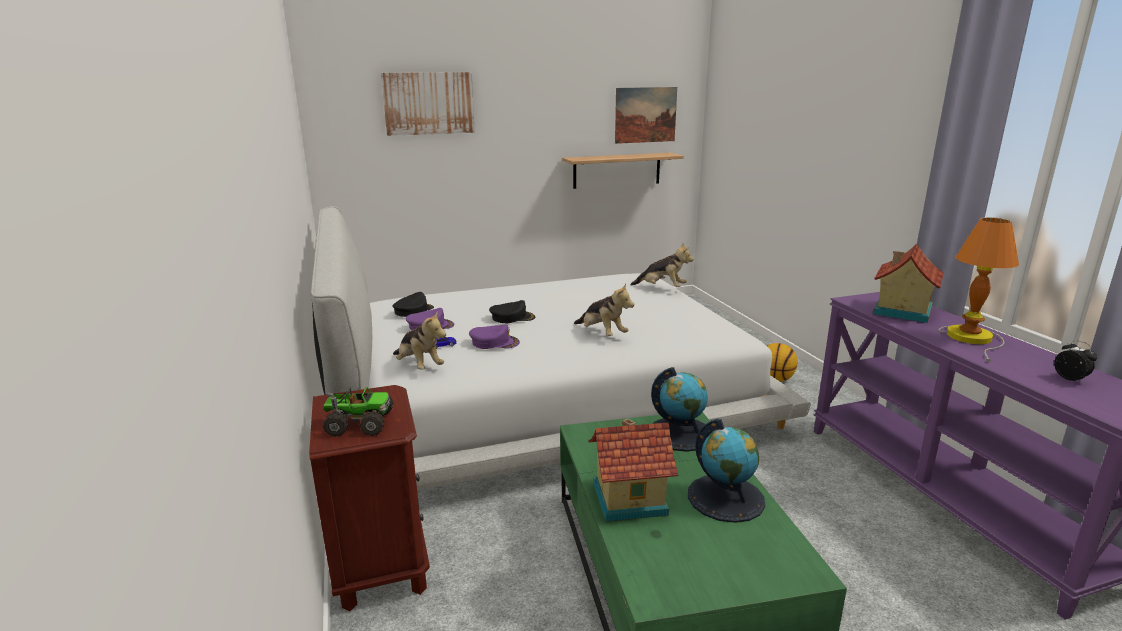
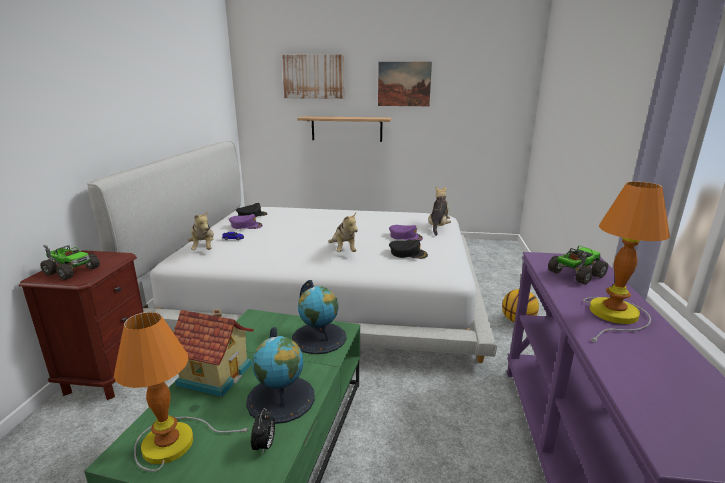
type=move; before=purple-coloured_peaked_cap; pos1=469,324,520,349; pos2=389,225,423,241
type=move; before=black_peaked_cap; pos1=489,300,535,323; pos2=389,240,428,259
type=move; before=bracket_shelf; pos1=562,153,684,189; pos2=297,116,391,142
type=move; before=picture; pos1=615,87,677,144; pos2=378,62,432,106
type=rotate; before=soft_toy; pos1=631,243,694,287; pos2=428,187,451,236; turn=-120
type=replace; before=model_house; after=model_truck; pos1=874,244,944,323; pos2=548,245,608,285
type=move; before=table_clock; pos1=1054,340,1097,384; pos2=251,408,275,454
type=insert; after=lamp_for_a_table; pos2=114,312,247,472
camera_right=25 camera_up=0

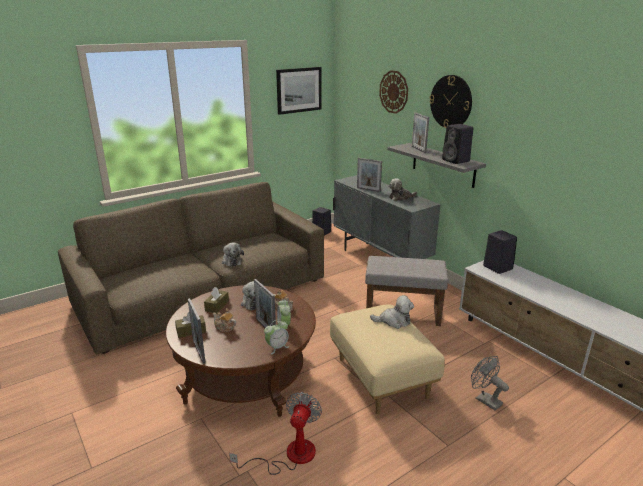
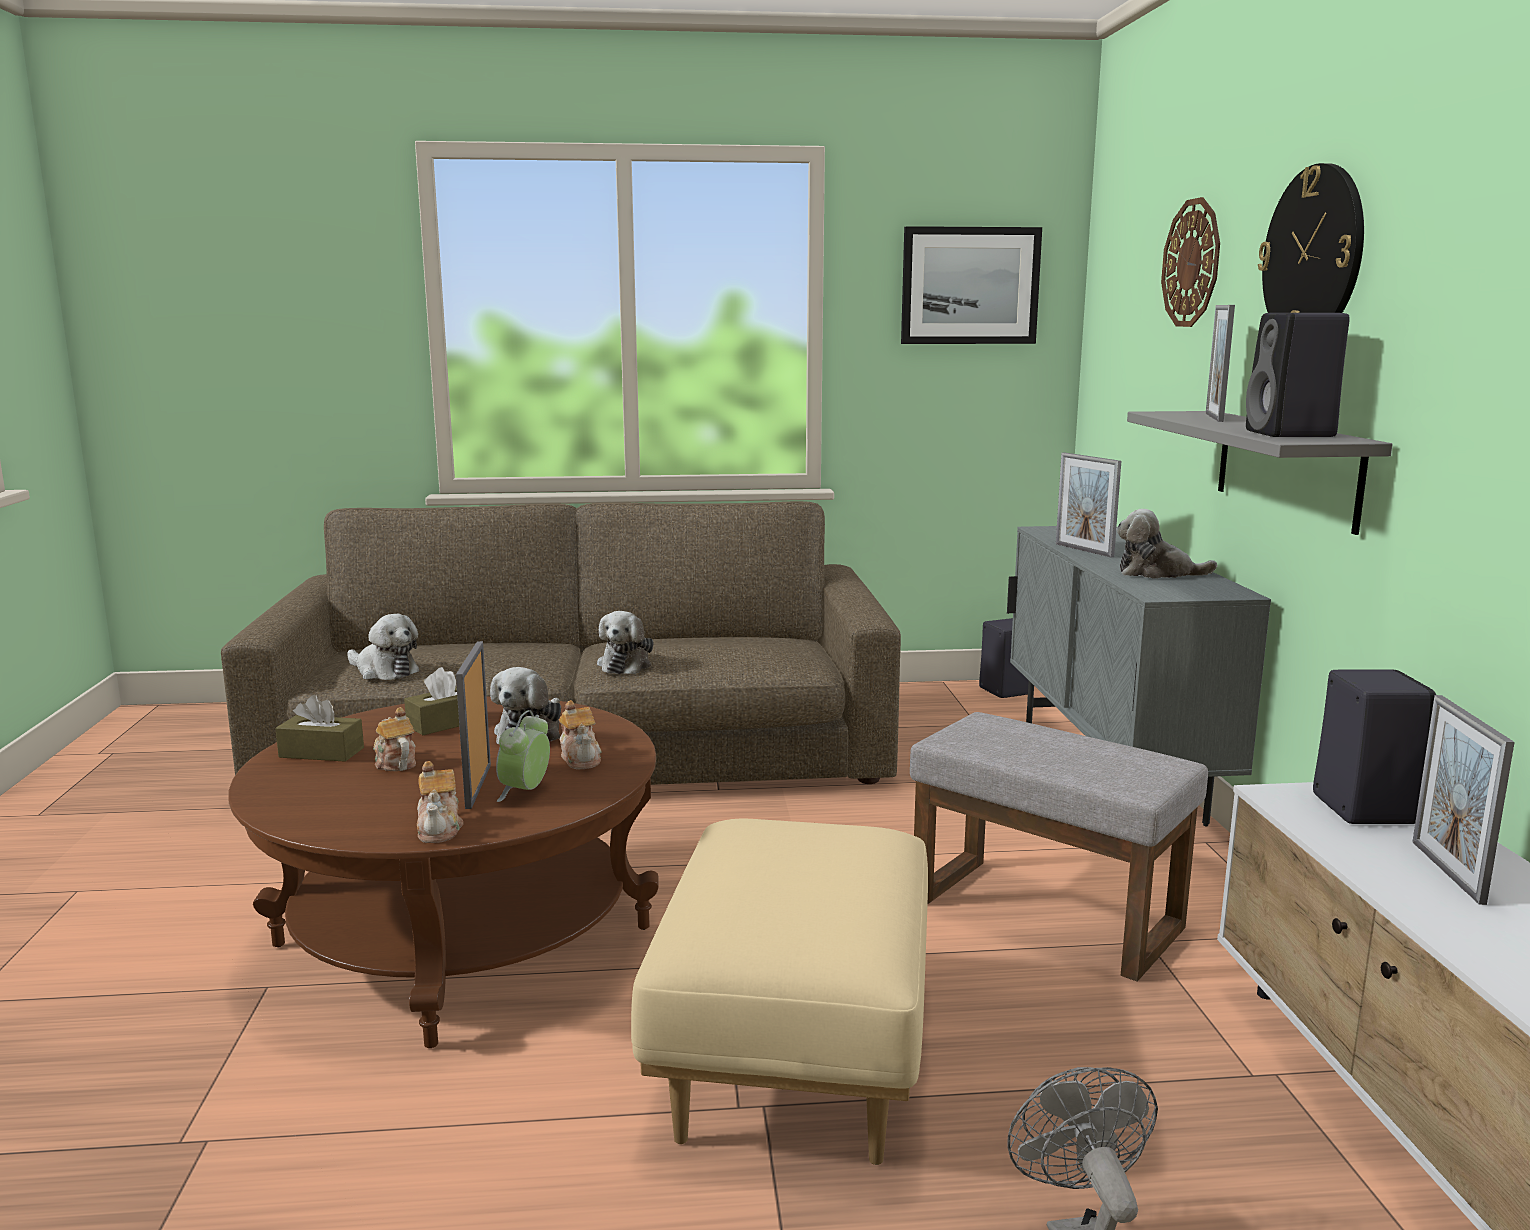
type=move; before=photo_frame; pos1=188,298,206,364; pos2=1412,695,1515,905
type=delete; before=electric_fan; pos1=229,392,322,475
type=replace; before=table_clock; after=teapot; pos1=264,320,289,354; pos2=417,761,463,843
type=move; before=soft_toy; pos1=370,295,414,329; pos2=347,614,419,680
camera_right=30 camera_up=-10

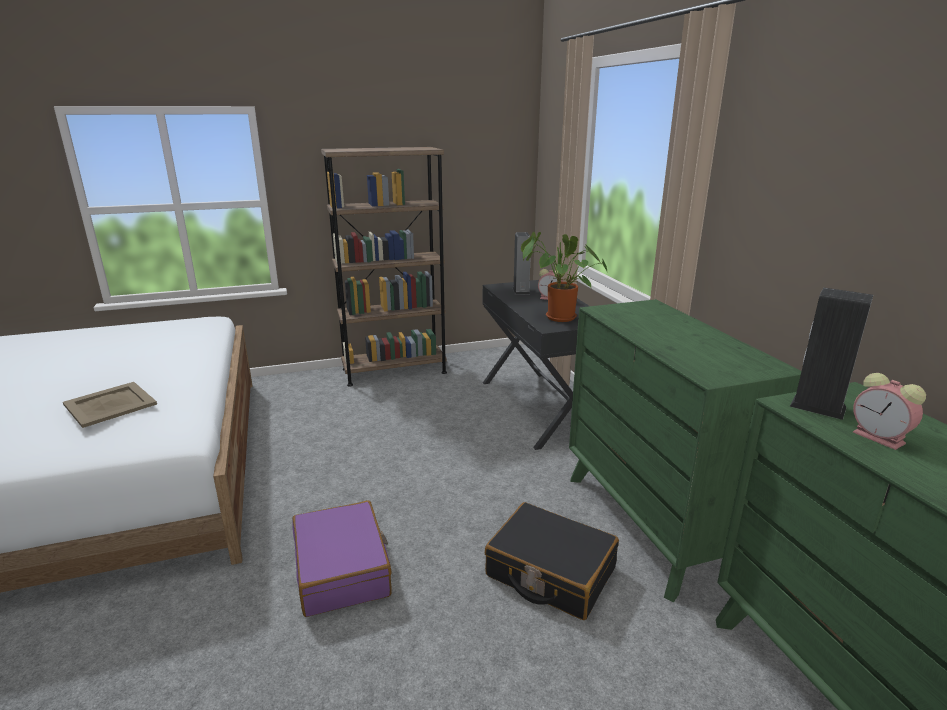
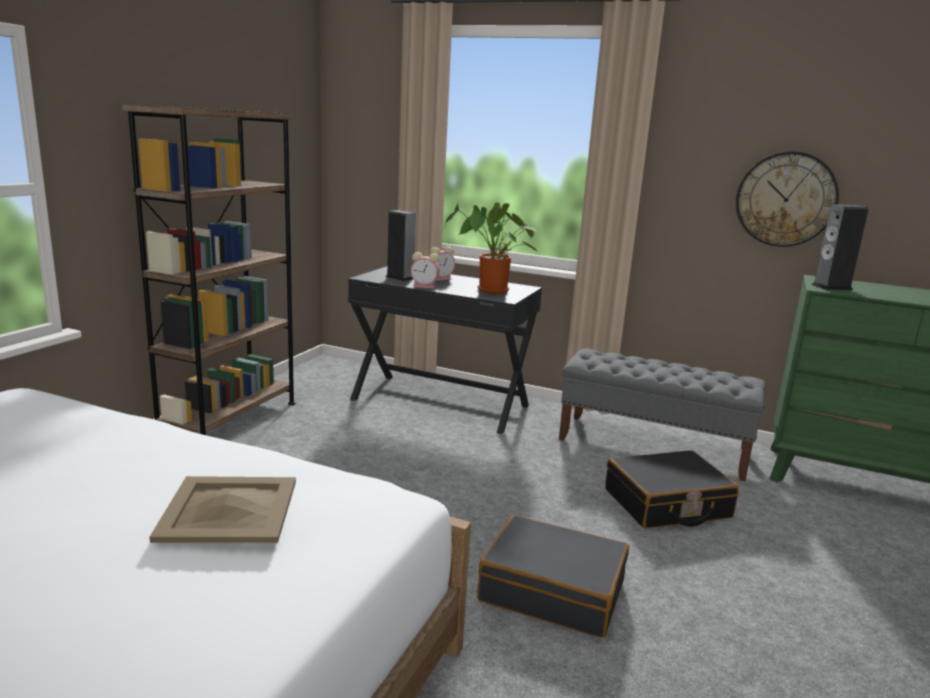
type=recolor; before=purple-coloured_suitcase; after=black_suitcase; pos1=292,501,392,617; pos2=477,515,629,638
type=replace; before=greenish_dresser; after=grey_long_seat; pos1=569,299,802,602; pos2=559,349,765,481
type=move; before=table_clock; pos1=853,373,926,450; pos2=411,252,440,289
type=insert; after=wall_clock; pos2=736,151,839,247
camera_right=-50 camera_up=-5

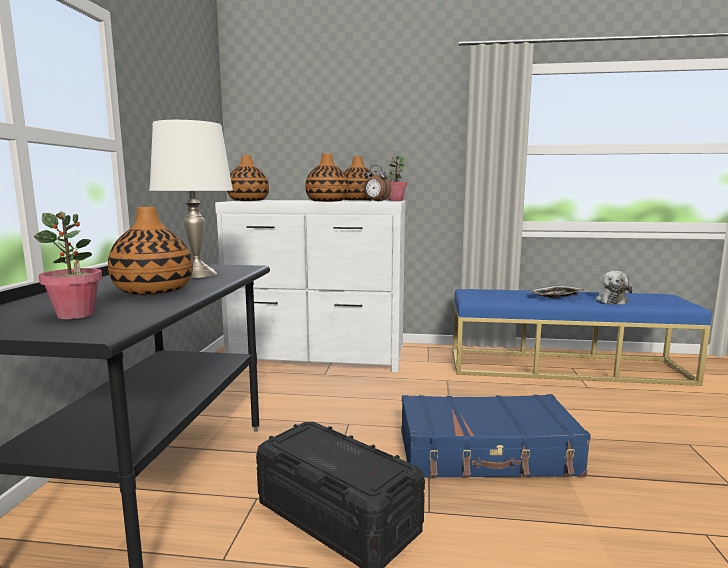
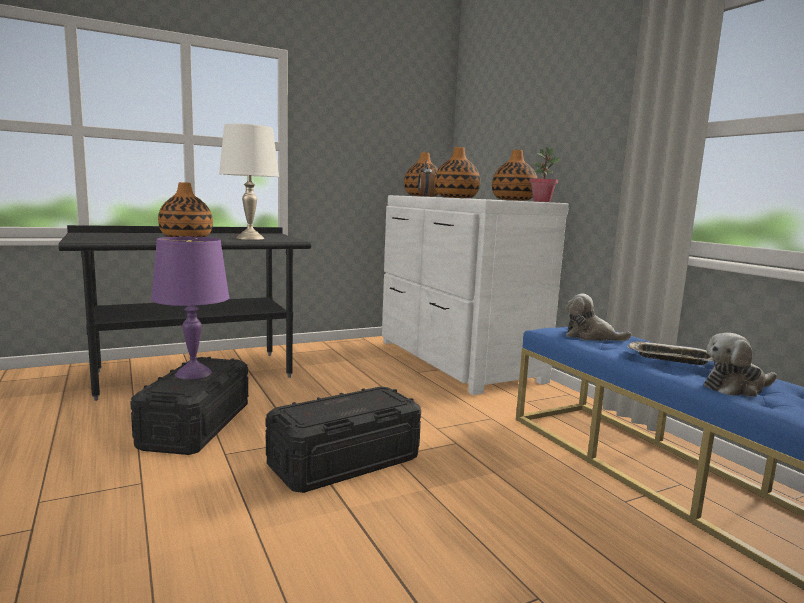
type=delete; before=plant_in_a_pot; pos1=34,211,102,319
type=move; before=table_clock; pos1=364,165,391,201; pos2=418,160,435,197
type=replace; before=blue-coloured_suitcase; after=black_storage_box; pos1=401,394,591,478; pos2=265,387,421,493
type=insert; after=purple-coloured_lamp_for_a_table; pos2=151,237,230,379
type=insert; after=soft_toy; pos2=565,294,632,341
camera_right=55 camera_up=0

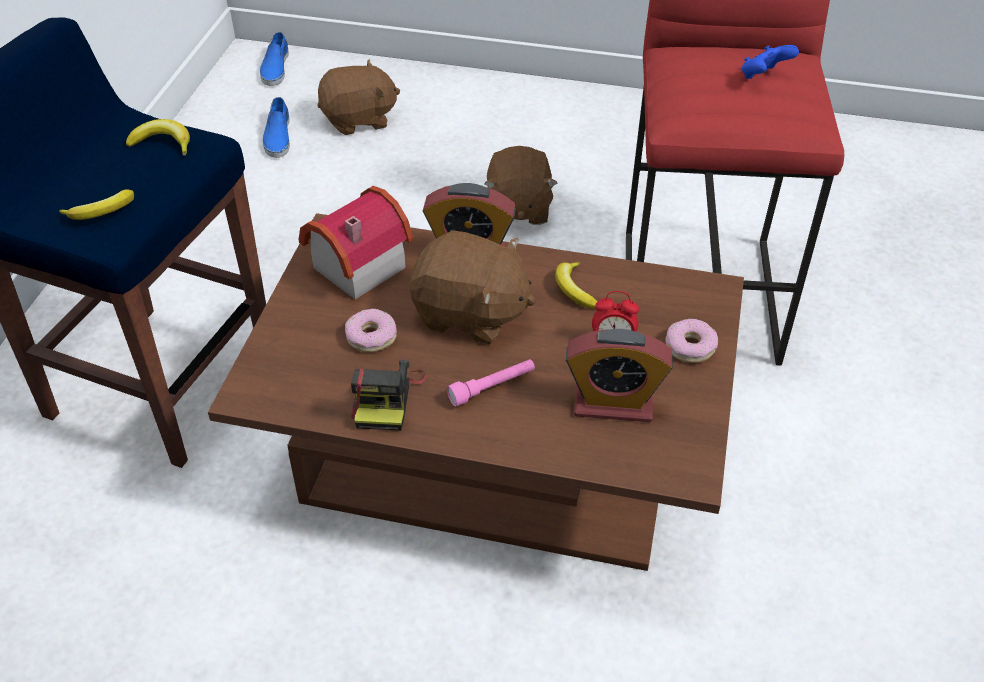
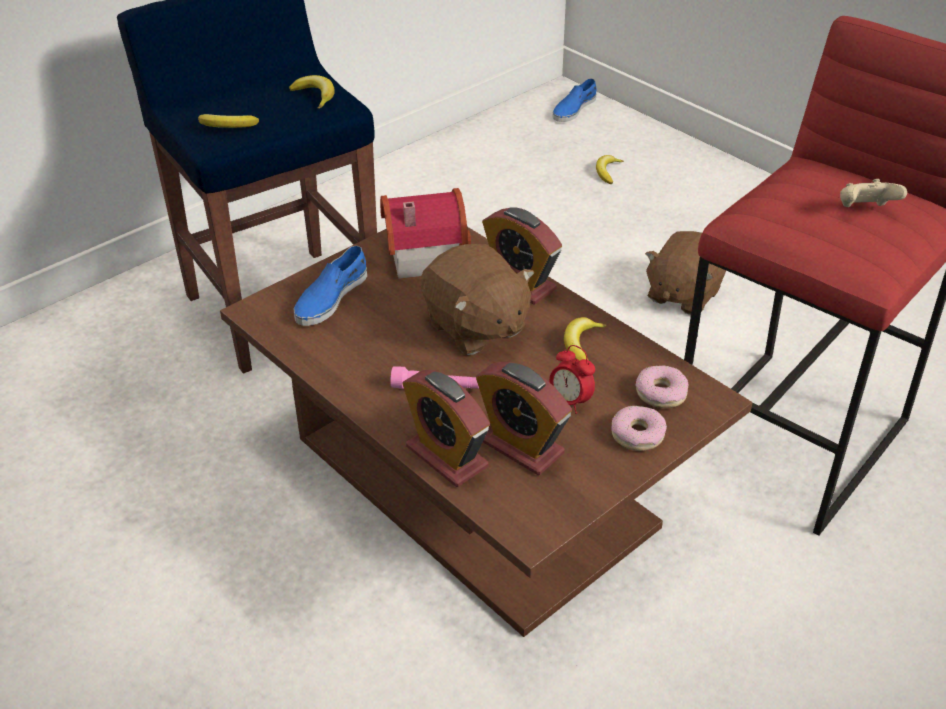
type=move; before=blue-coloured_item_of_footwear; pos1=263,97,290,158; pos2=294,246,367,326
type=replace; before=brownish_soft_toy; after=whole_banana; pos1=318,59,400,135; pos2=596,155,624,184
type=move; before=doughnut; pos1=345,309,397,352; pos2=636,366,688,408
type=delete; before=photo_camera; pos1=351,360,427,431
type=recolor; before=blue-coloured_game_controller; after=beige-coloured_game_controller; pos1=741,45,799,79; pos2=840,179,907,207
type=insert; after=table_clock; pos2=403,370,490,487
camera_right=35 camera_up=-5

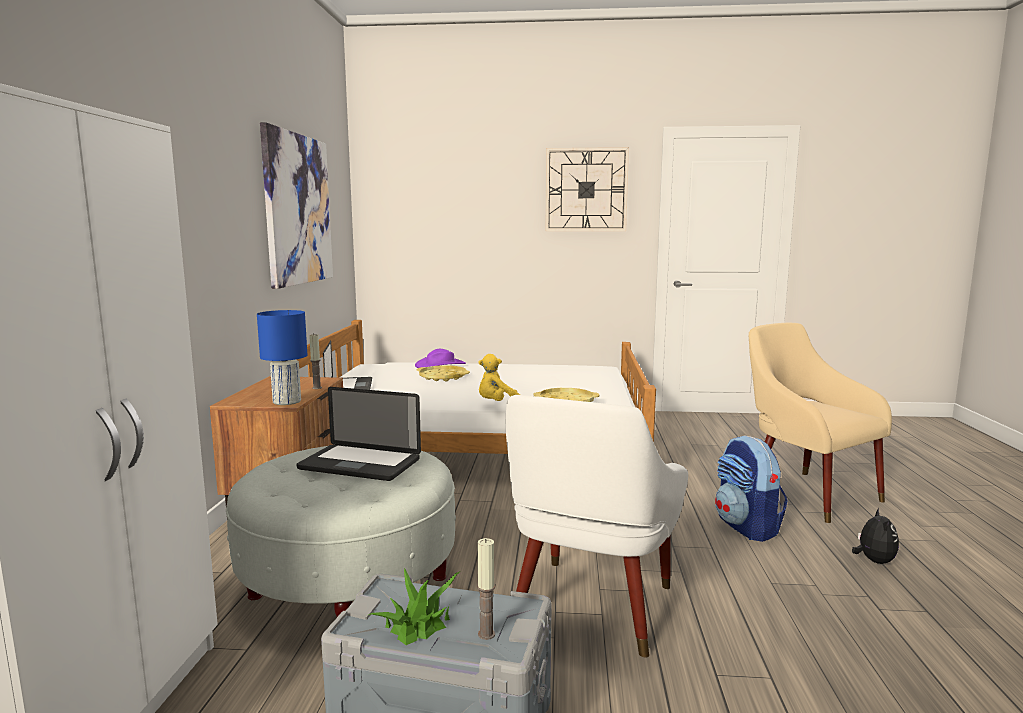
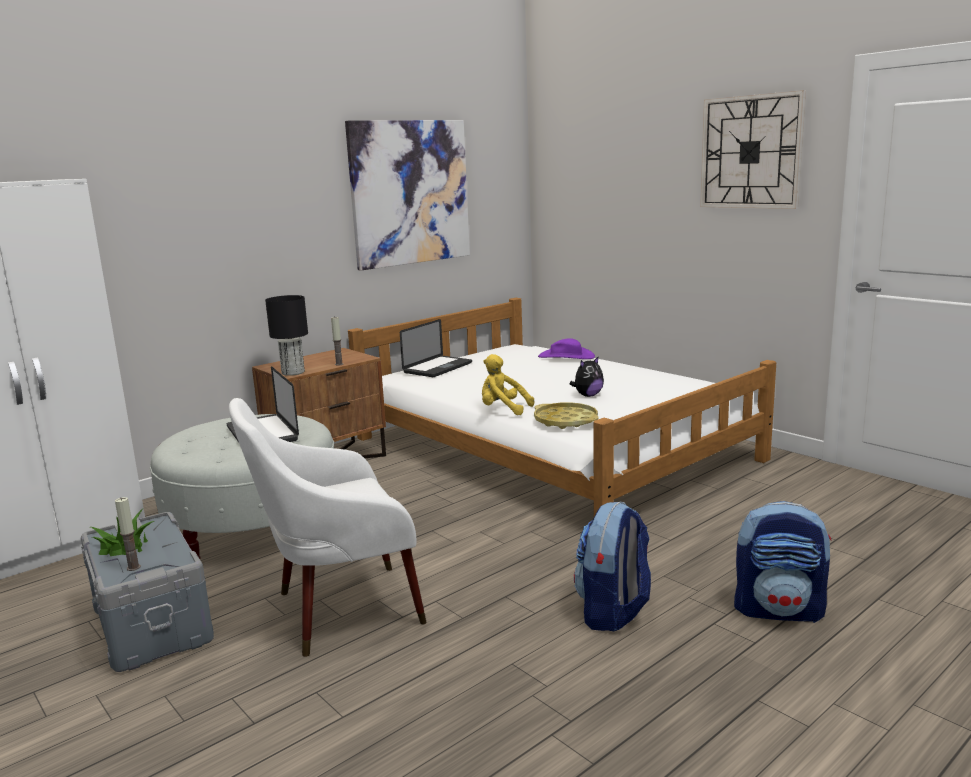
type=recolor; before=blue-coloured_lamp_for_a_table; after=black_lamp_for_a_table; pos1=257,310,307,405; pos2=265,295,308,376
type=delete; before=yellow_serving_tray; pos1=417,365,470,382
type=replace; before=beige-coloured_easy_chair; after=backpack; pos1=749,323,892,523; pos2=734,501,832,623
type=move; before=soft_toy; pos1=852,508,899,564; pos2=570,356,604,397
camera_right=45 camera_up=5

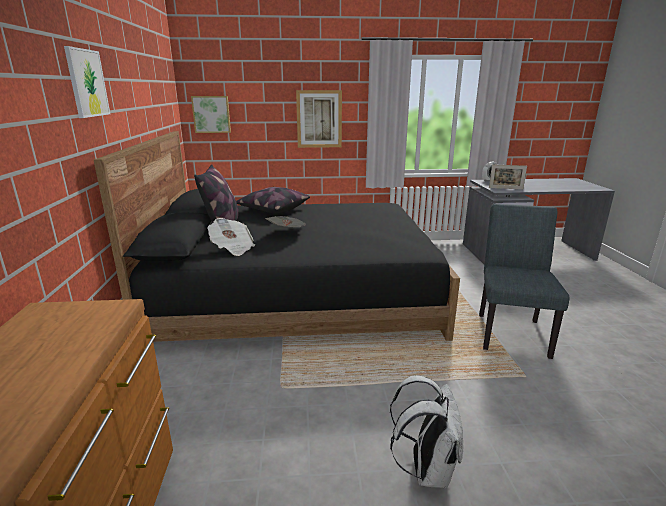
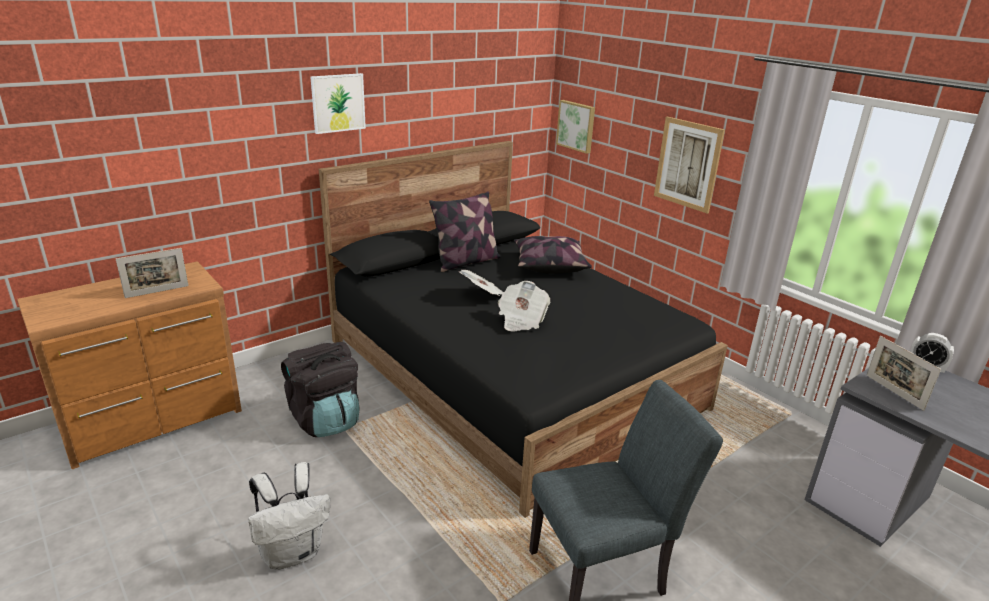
type=move; before=printed_paper; pos1=207,218,255,256; pos2=498,281,551,332
type=insert; after=photo_frame; pos2=116,248,188,298
type=insert; after=black_backpack; pos2=281,342,360,437
camera_right=55 camera_up=5

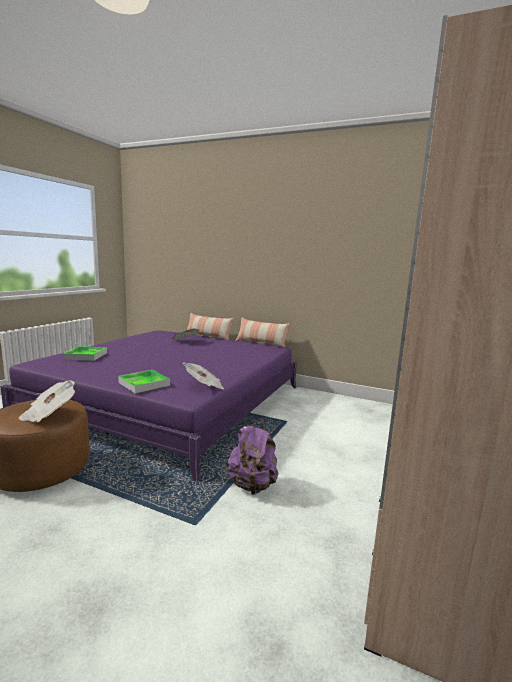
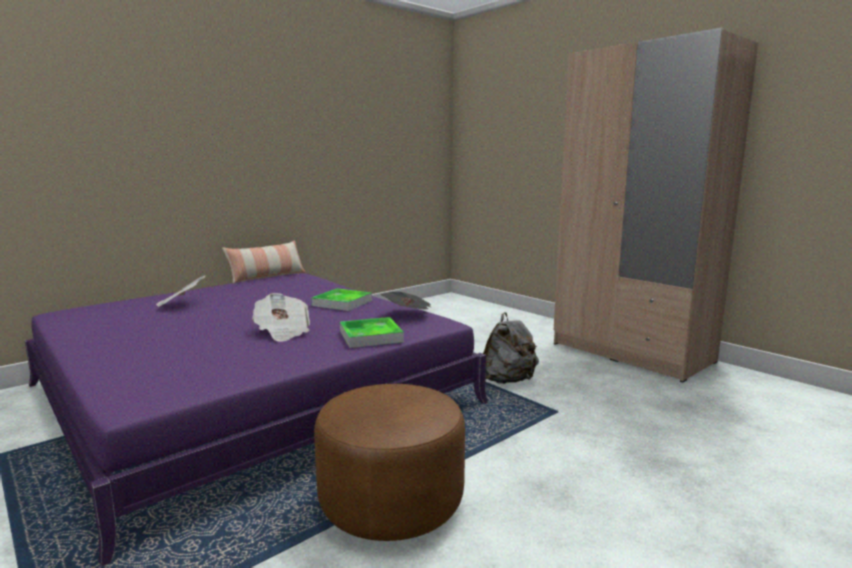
type=move; before=printed_paper; pos1=19,381,75,422; pos2=252,293,310,342
type=move; before=serving_tray; pos1=63,346,107,361; pos2=311,288,372,311
type=delete; before=cushion; pos1=187,313,234,340
type=recolor; before=purple-coloured_backpack; after=grey_backpack; pos1=227,420,278,495; pos2=483,312,539,384
camera_right=-65 camera_up=0

